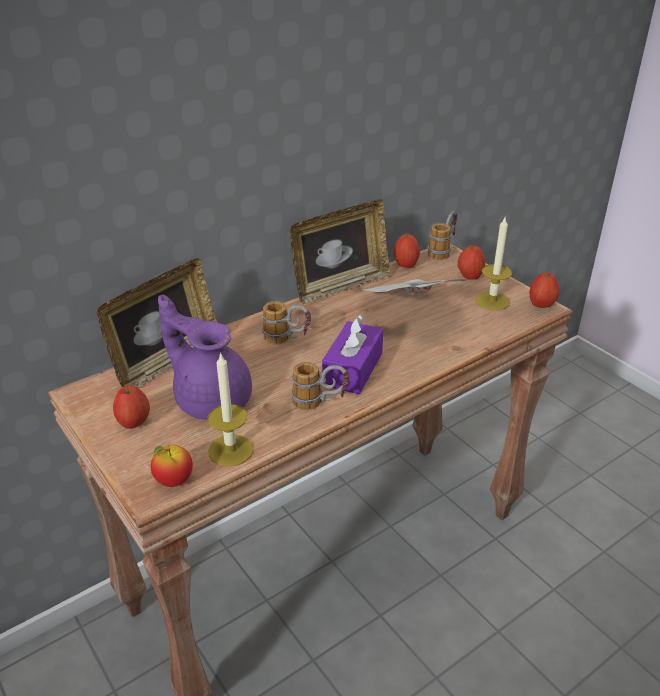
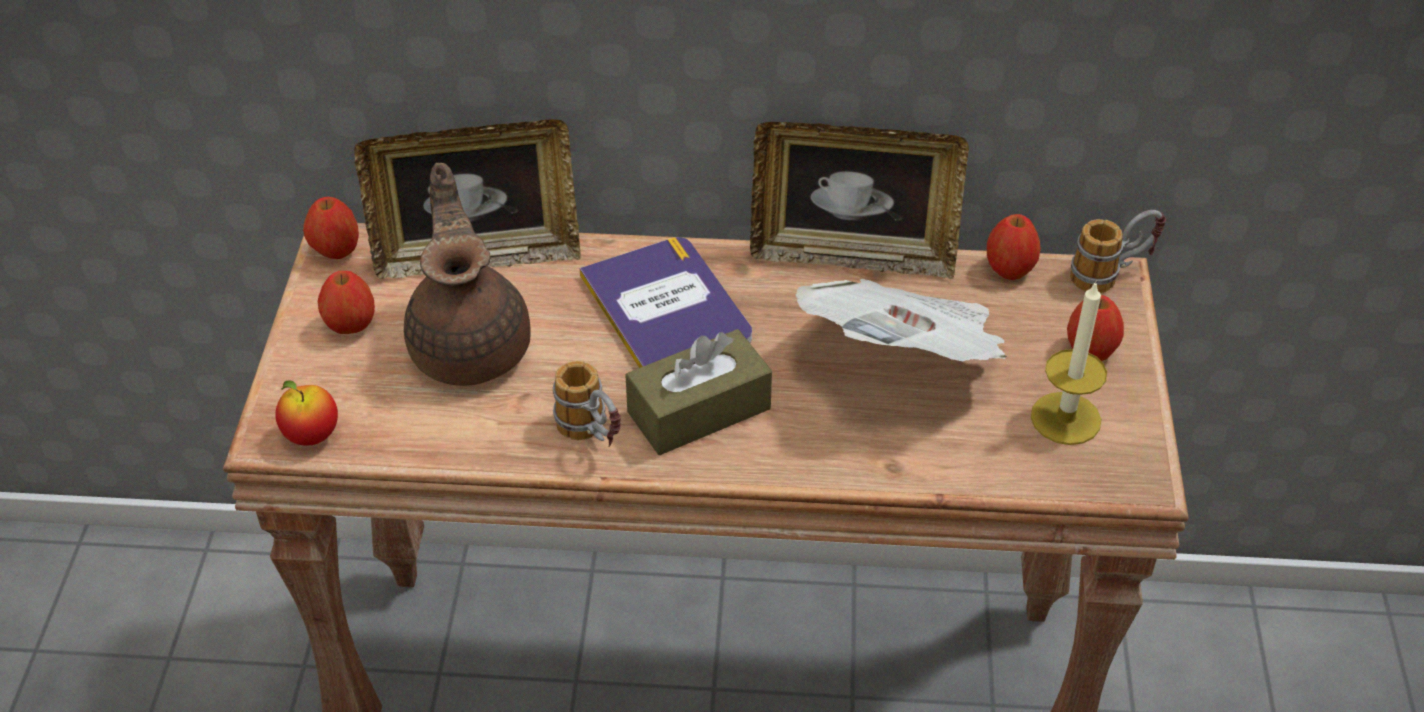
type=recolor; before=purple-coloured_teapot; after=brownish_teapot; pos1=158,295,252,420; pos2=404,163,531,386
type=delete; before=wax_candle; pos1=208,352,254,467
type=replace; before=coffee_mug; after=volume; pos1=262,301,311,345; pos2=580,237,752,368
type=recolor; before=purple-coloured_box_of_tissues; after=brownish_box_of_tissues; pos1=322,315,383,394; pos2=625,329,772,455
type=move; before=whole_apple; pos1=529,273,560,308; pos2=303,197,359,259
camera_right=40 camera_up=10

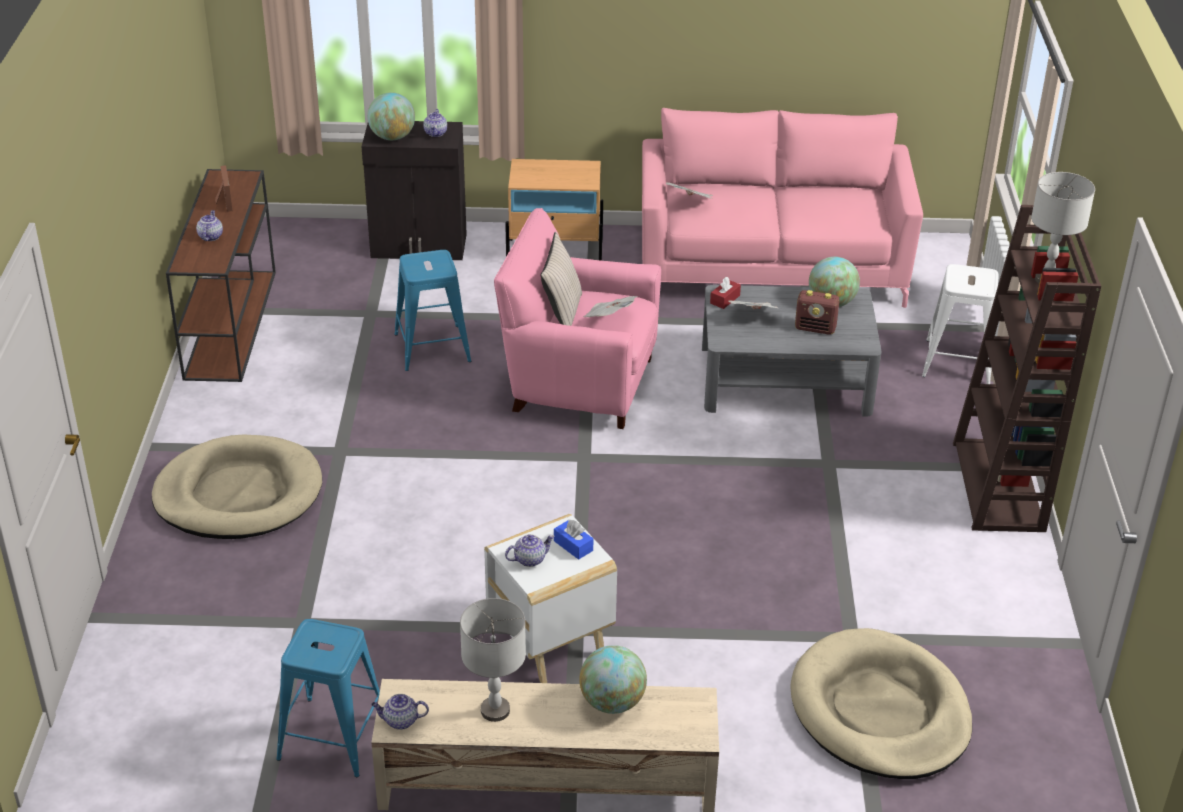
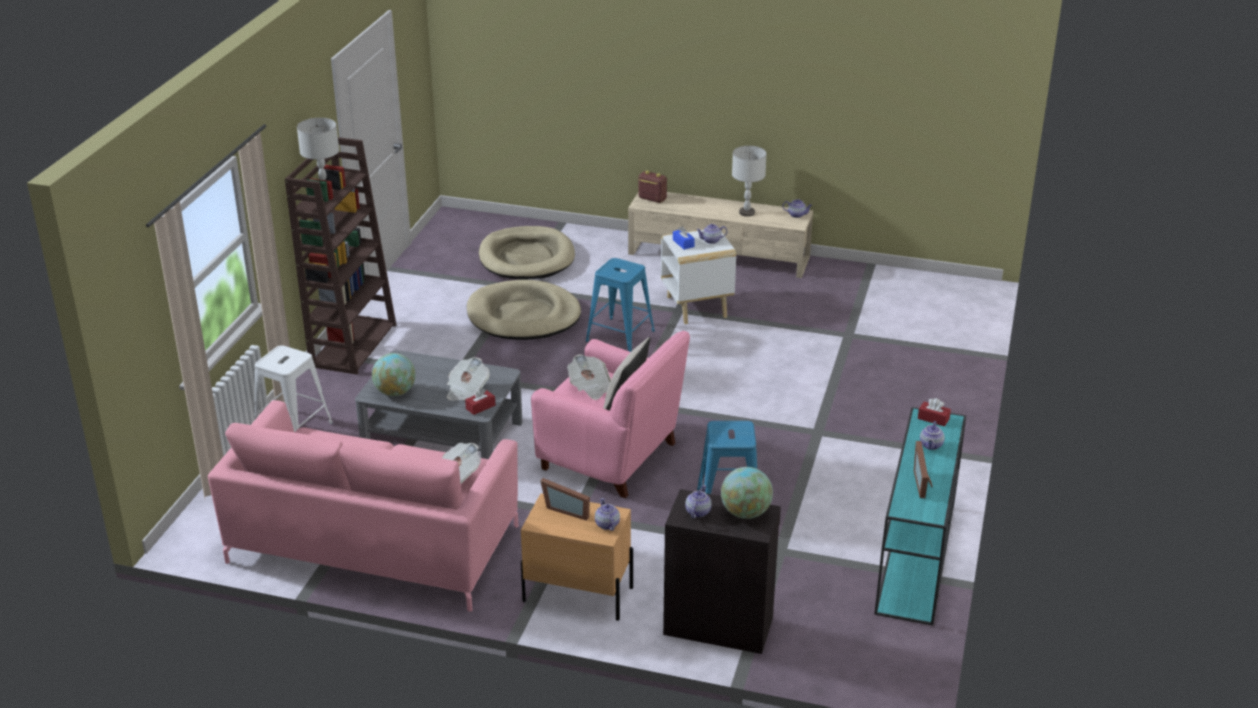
type=move; before=beige-coloured_pet_bed; pos1=152,435,322,539; pos2=467,280,581,340
type=recolor; before=brownish_console_table; after=blue-green_console_table; pos1=166,169,276,382; pos2=874,407,966,625
type=move; before=blue-coloured_stool; pos1=276,619,380,777; pos2=586,258,655,352
type=delete; before=globe; pos1=579,645,647,714
type=move; before=radio_receiver; pos1=795,290,840,335; pos2=639,171,667,203
type=insert; after=photo_frame; pos2=540,478,590,521
type=insert; after=teapot; pos2=595,498,620,531
type=insert; after=red_box_of_tissues; pos2=918,398,951,426
camera_right=-165 camera_up=-5

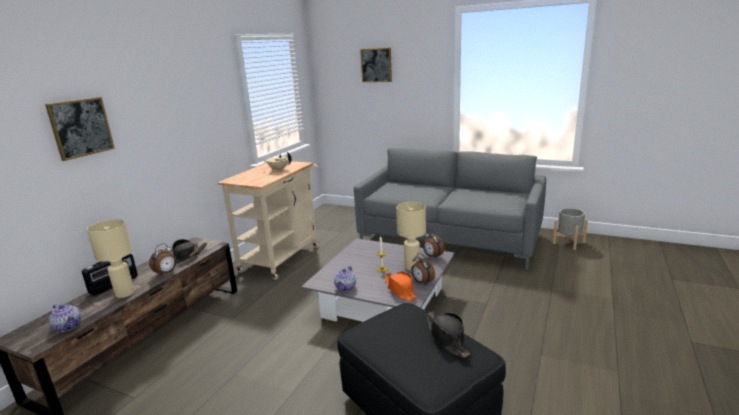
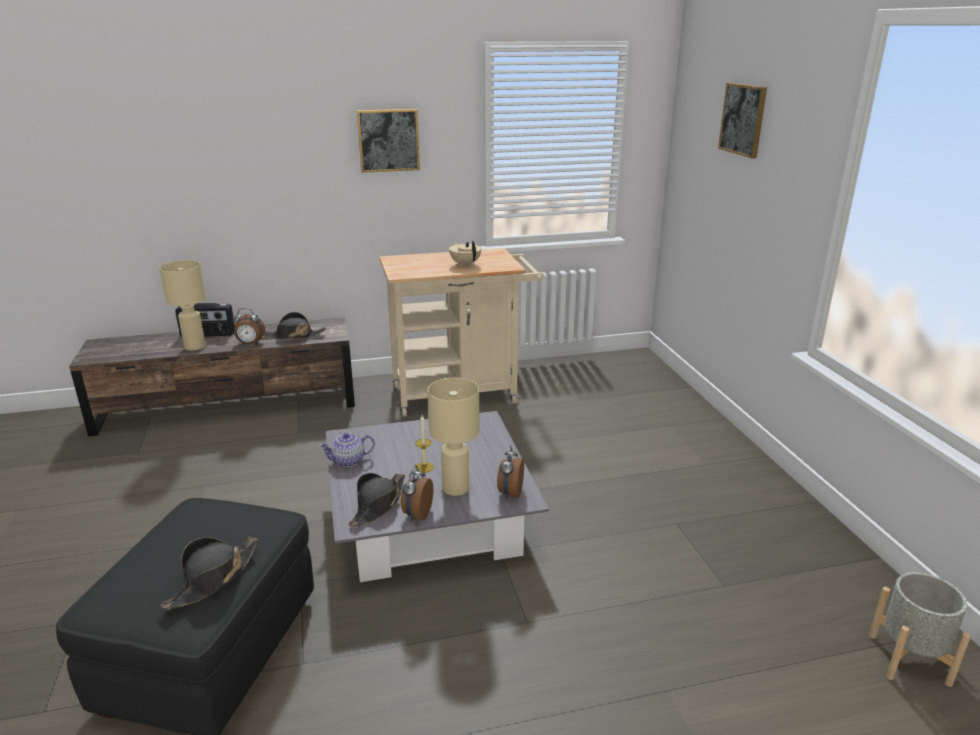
type=move; before=picture; pos1=45,97,115,161; pos2=357,109,420,173
type=delete; before=teapot; pos1=49,304,81,332
type=delete; before=grey_settee; pos1=354,148,546,270
type=recolor; before=orange-coloured_hat; after=black_hat; pos1=384,272,417,301; pos2=348,473,405,527
camera_right=50 camera_up=5

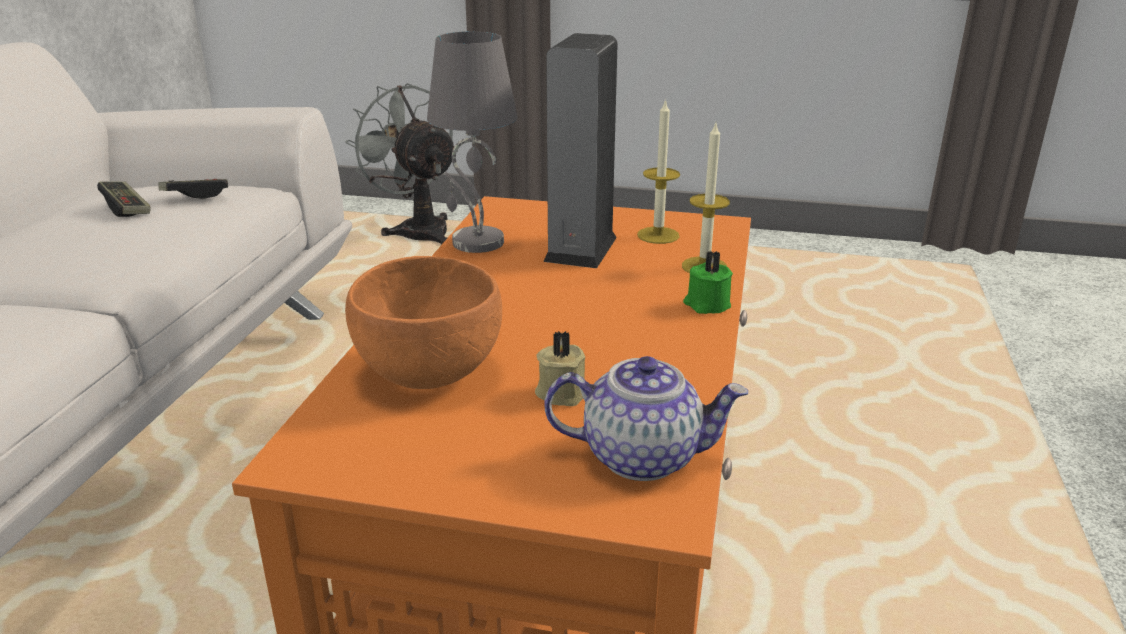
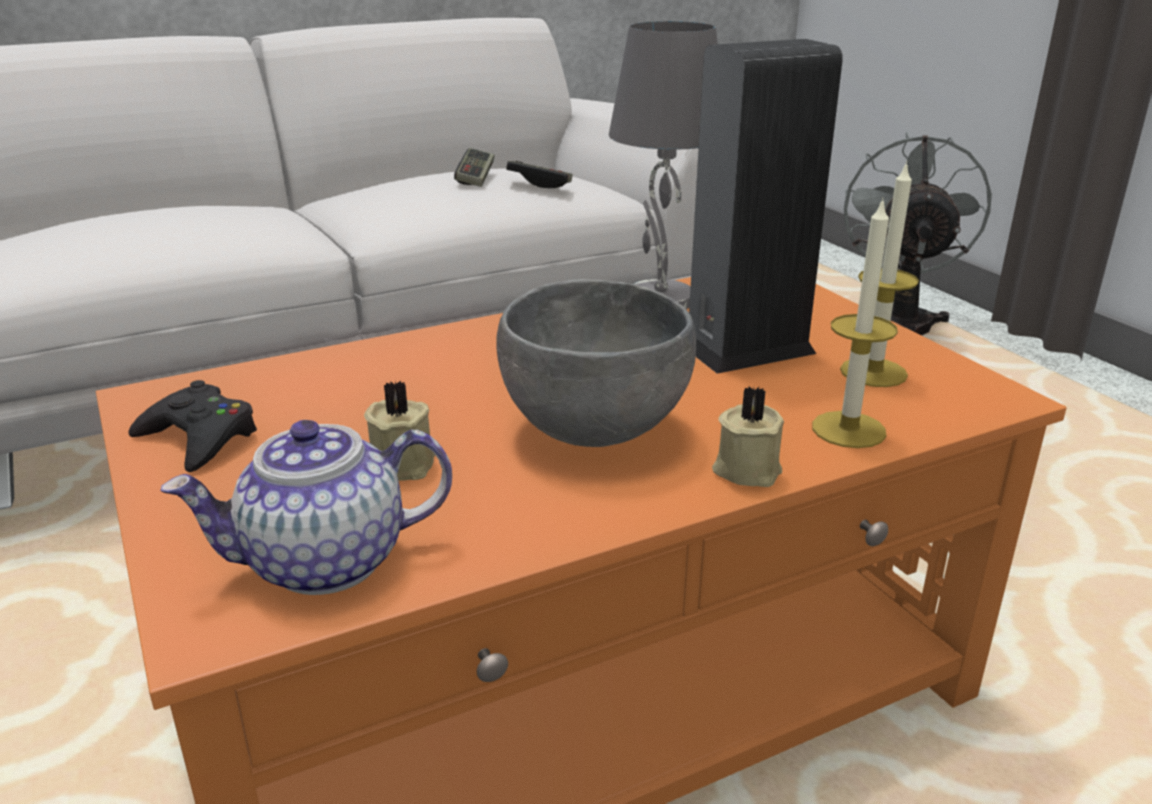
type=delete; before=orange-coloured_deep_dish; pos1=345,256,502,389
type=rotate; before=teapot; pos1=544,356,748,481; pos2=160,420,452,595; turn=105
type=recolor; before=greenish_wax_candle; after=beige-coloured_wax_candle; pos1=683,251,733,314; pos2=712,386,784,487
type=insert; after=black_game_controller; pos2=128,380,257,472
type=insert; after=grey_deep_dish; pos2=496,279,696,447
camera_right=50 camera_up=0

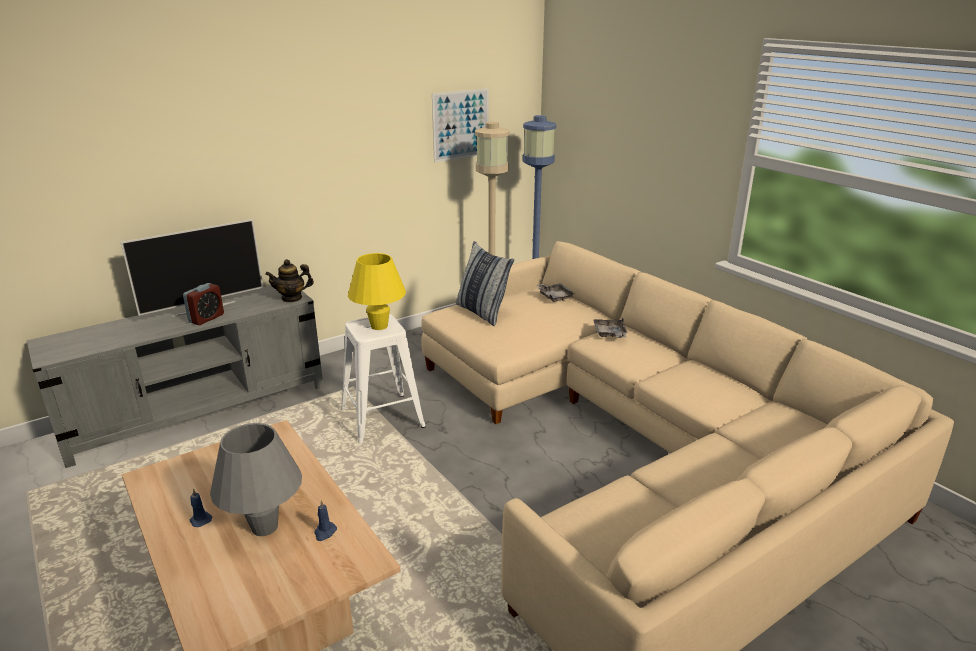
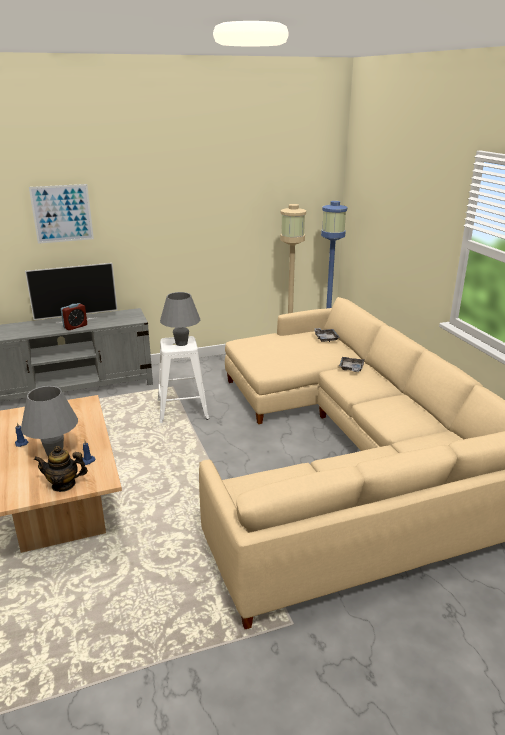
type=move; before=teapot; pos1=265,259,314,302; pos2=34,446,88,492
type=recolor; before=yellow_lamp_for_a_table; after=grey_lamp_for_a_table; pos1=348,253,406,330; pos2=160,292,200,346
type=move; before=picture; pos1=432,88,489,163; pos2=29,184,94,244
type=delete; before=cushion; pos1=456,241,514,326
camera_right=15 camera_up=0

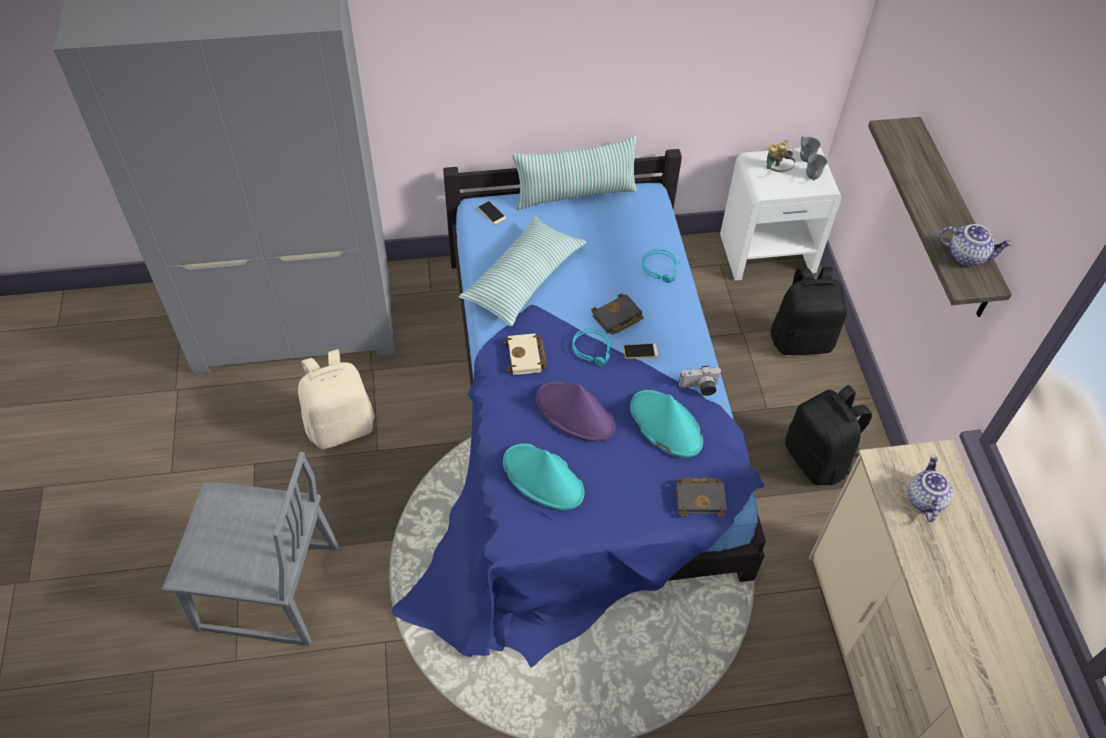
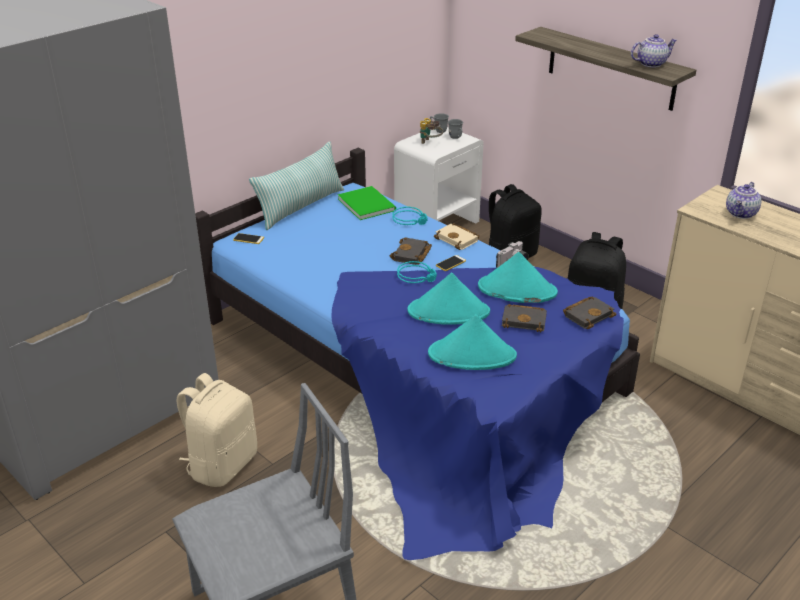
type=delete; before=cushion; pos1=459,216,586,326
type=move; before=beige-coloured_volume; pos1=503,333,547,375; pos2=434,223,479,250
type=recolor; before=purple-coloured_hat; after=blue-green_hat; pos1=536,382,615,442; pos2=407,273,490,325
type=rotate; before=teapot; pos1=908,455,953,522; pos2=726,182,761,219; turn=-120
type=insert; after=greenish_volume; pos2=338,186,396,220
type=insert; after=black_volume; pos2=502,304,547,332
camera_right=-35 camera_up=-20

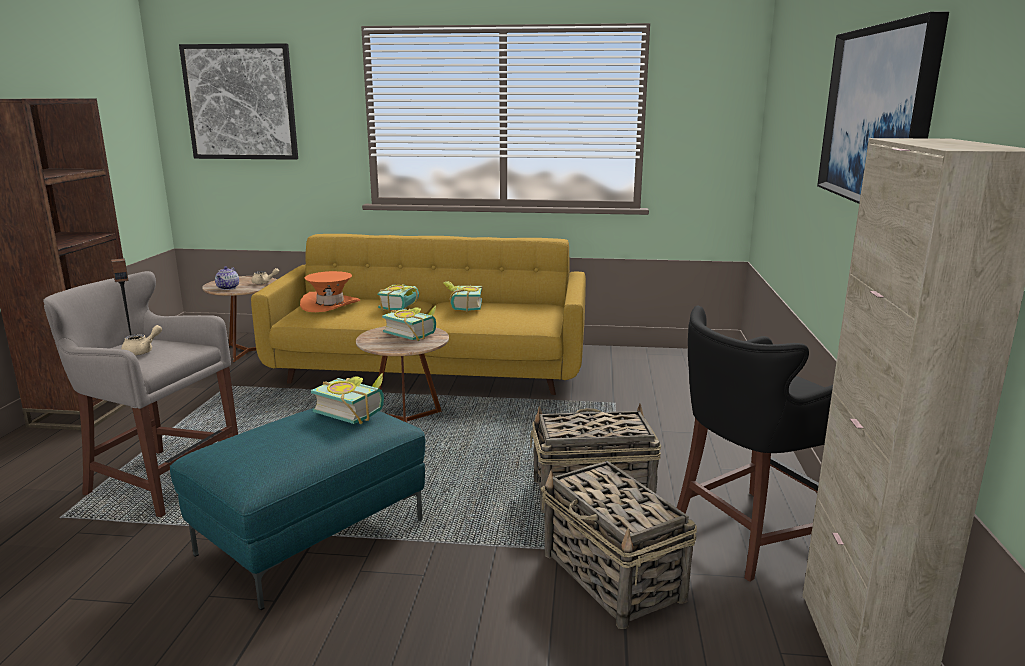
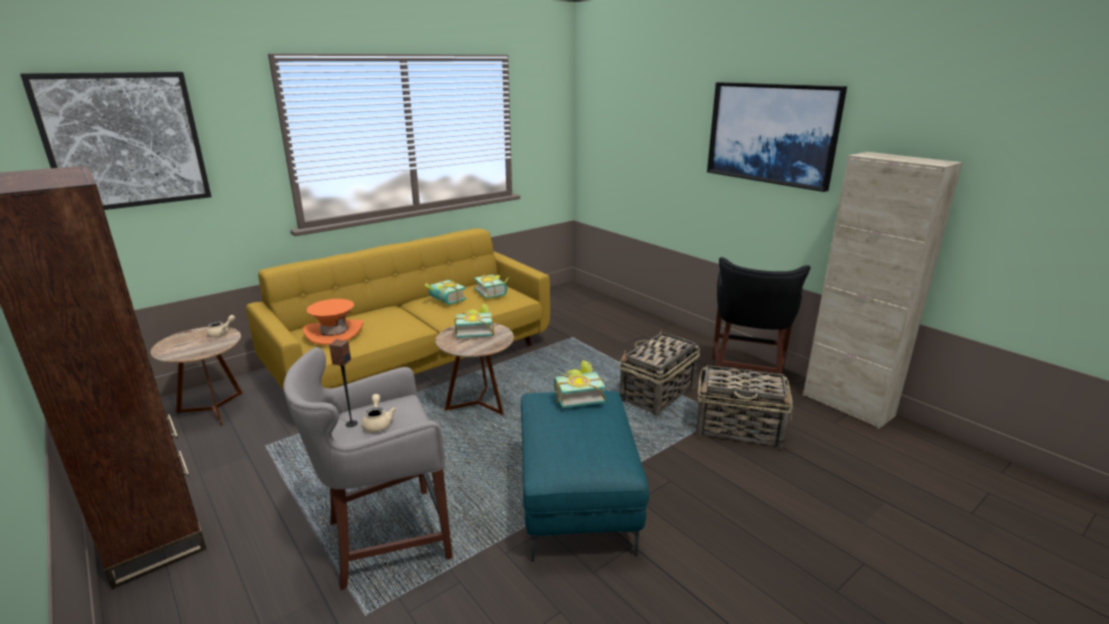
type=delete; before=teapot; pos1=215,266,239,290
type=move; before=volume; pos1=377,284,419,311; pos2=474,275,511,300
camera_right=-45 camera_up=5

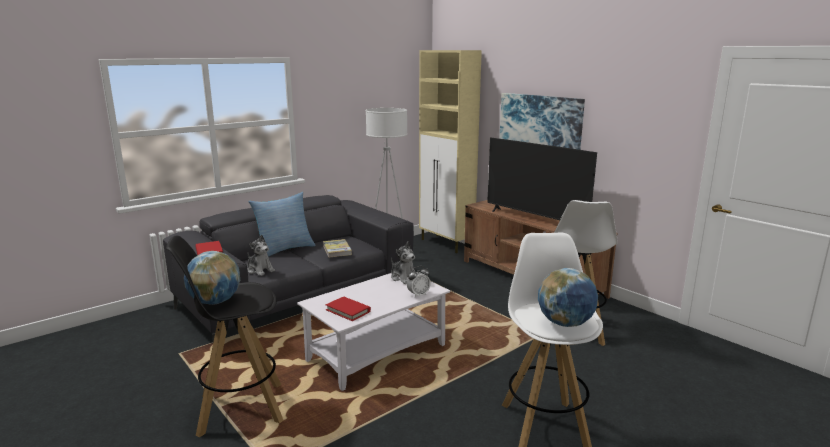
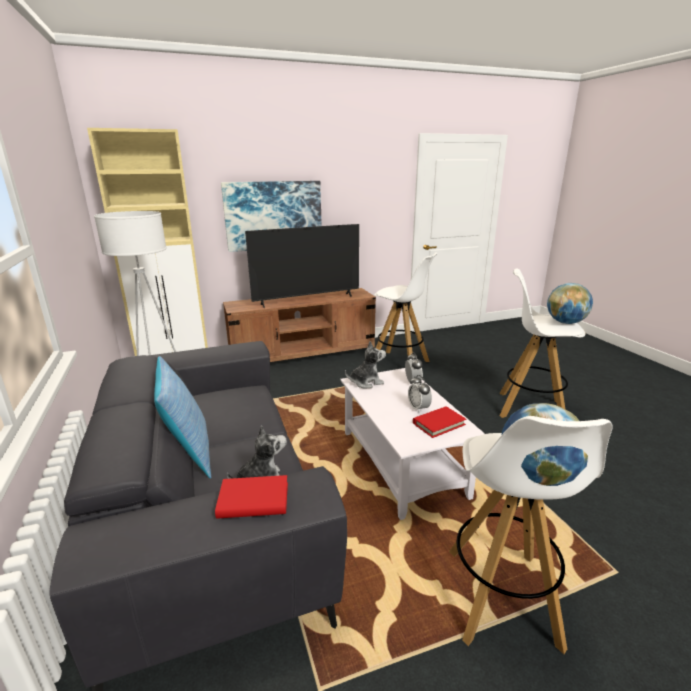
type=recolor; before=black_stool; after=white_stool; pos1=166,236,284,437; pos2=449,416,613,654
type=delete; before=volume; pos1=323,239,352,257
type=insert; after=table_clock; pos2=408,375,432,412
camera_right=-70 camera_up=5

